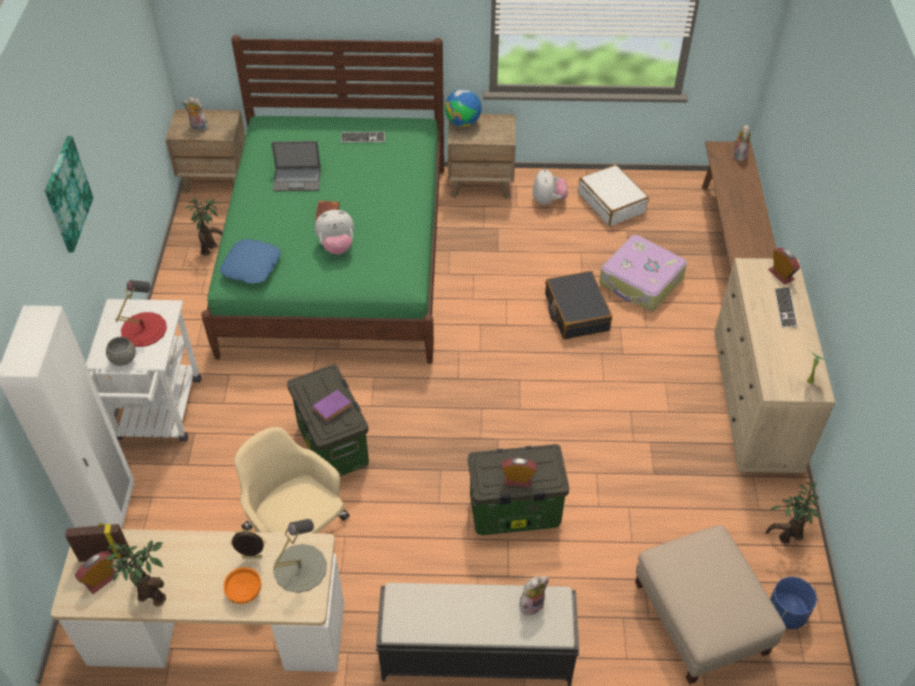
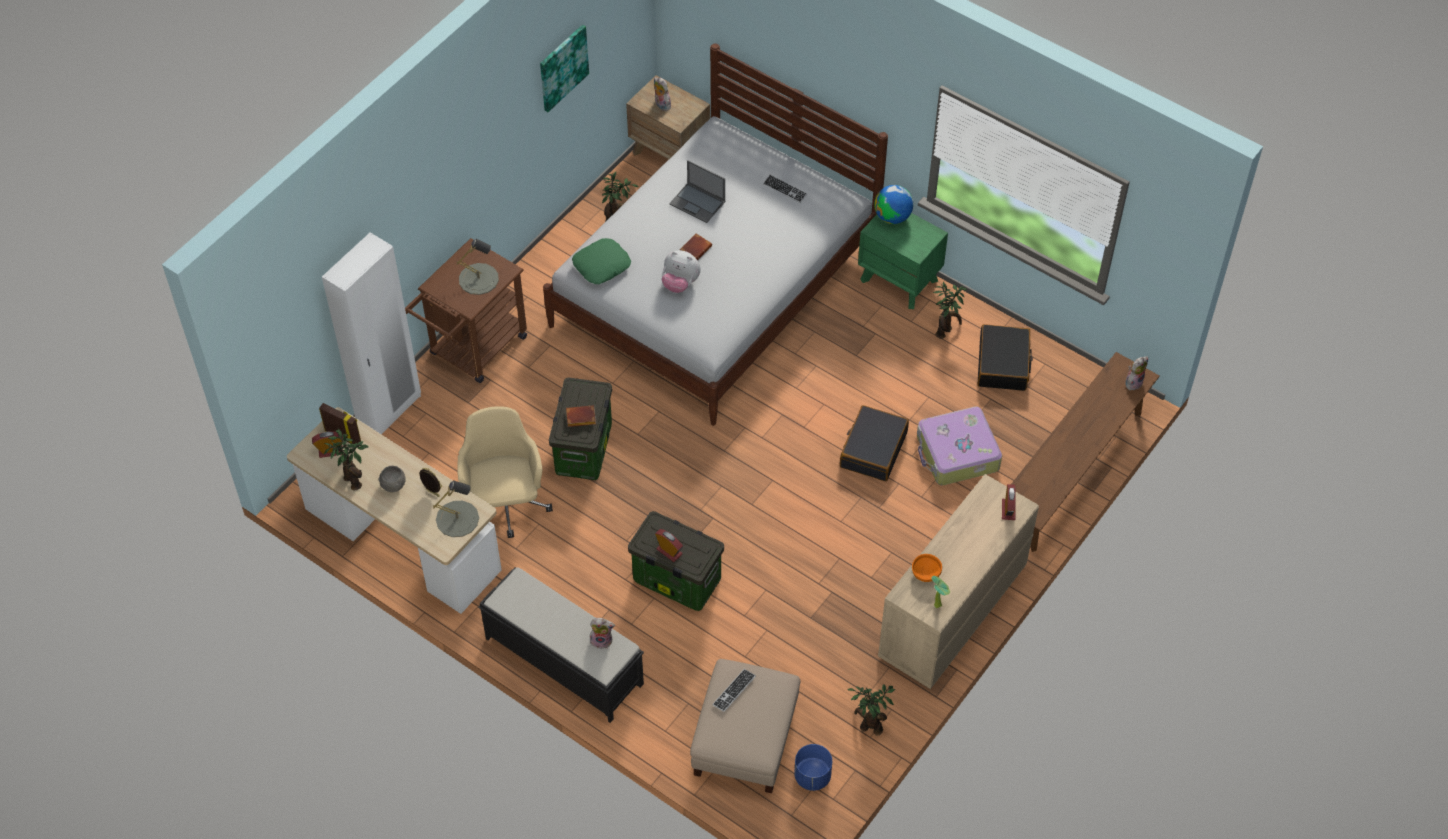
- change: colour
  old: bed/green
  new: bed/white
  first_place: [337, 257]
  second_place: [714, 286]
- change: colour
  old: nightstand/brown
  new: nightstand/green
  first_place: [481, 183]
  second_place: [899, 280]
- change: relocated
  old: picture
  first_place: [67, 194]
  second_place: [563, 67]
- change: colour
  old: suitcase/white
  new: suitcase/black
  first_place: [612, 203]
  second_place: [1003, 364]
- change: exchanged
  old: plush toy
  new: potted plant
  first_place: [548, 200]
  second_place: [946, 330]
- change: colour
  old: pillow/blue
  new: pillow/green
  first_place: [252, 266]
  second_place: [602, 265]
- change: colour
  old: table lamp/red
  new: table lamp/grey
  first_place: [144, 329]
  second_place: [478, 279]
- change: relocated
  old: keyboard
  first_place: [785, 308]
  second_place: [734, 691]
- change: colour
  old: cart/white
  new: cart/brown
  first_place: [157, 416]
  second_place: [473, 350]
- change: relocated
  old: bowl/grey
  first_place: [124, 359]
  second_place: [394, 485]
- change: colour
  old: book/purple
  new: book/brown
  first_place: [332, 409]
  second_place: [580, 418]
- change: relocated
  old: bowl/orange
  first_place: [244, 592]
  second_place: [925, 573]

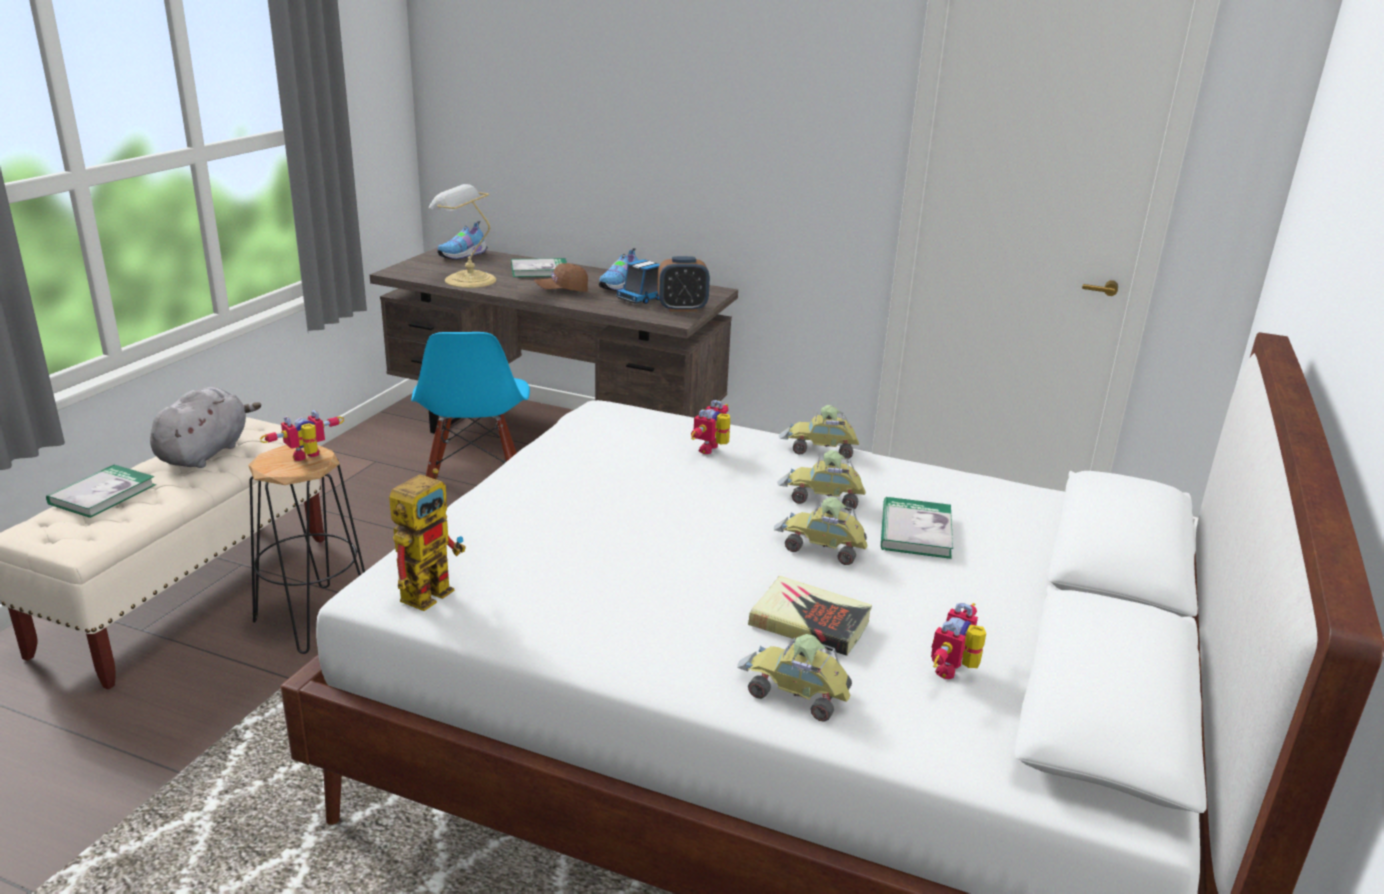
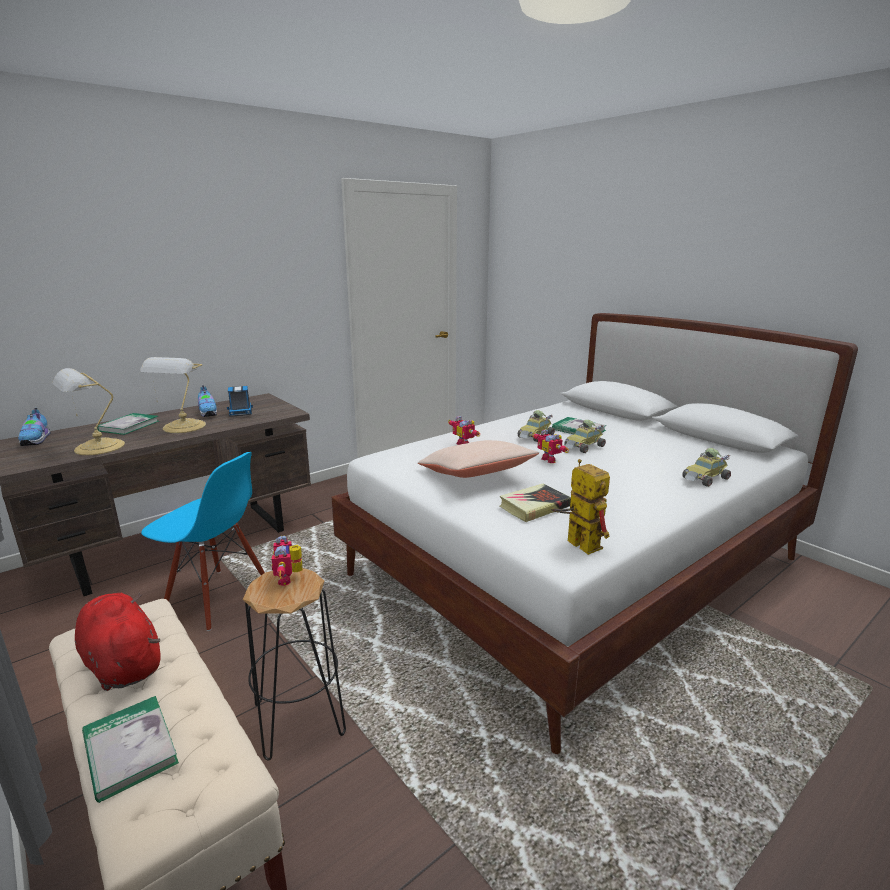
- change: missing
  old: alarm clock
  first_place: [682, 308]
- change: exchanged
  old: cap/brown
  new: table lamp
  first_place: [562, 290]
  second_place: [183, 427]
- change: colour
  old: plush toy/grey
  new: plush toy/red
  first_place: [205, 452]
  second_place: [122, 663]
- change: missing
  old: toy car
  first_place: [820, 449]
- change: relocated
  old: book
  first_place: [809, 623]
  second_place: [534, 506]
- change: relocated
  old: toy robot
  first_place: [955, 671]
  second_place: [551, 459]
- change: appeared
  new: pillow/beige
  second_place: [476, 475]

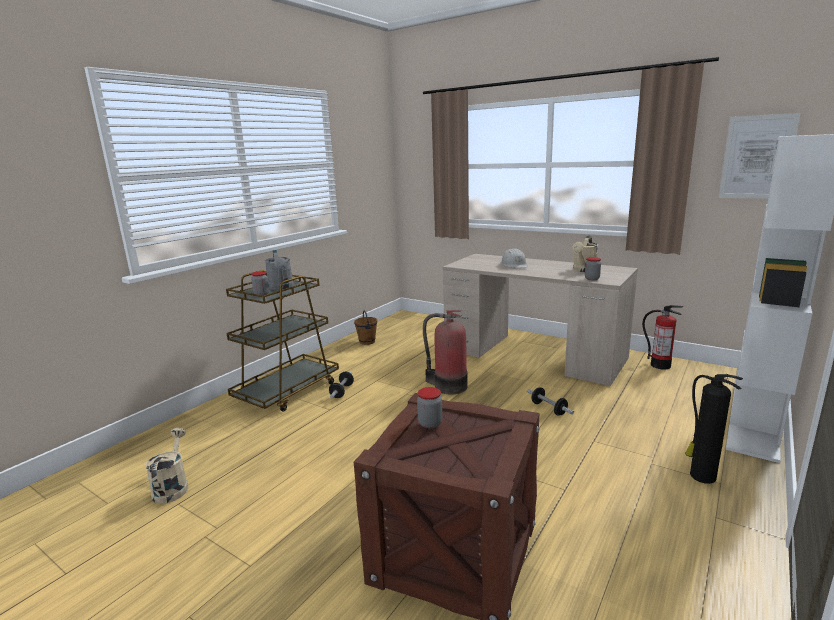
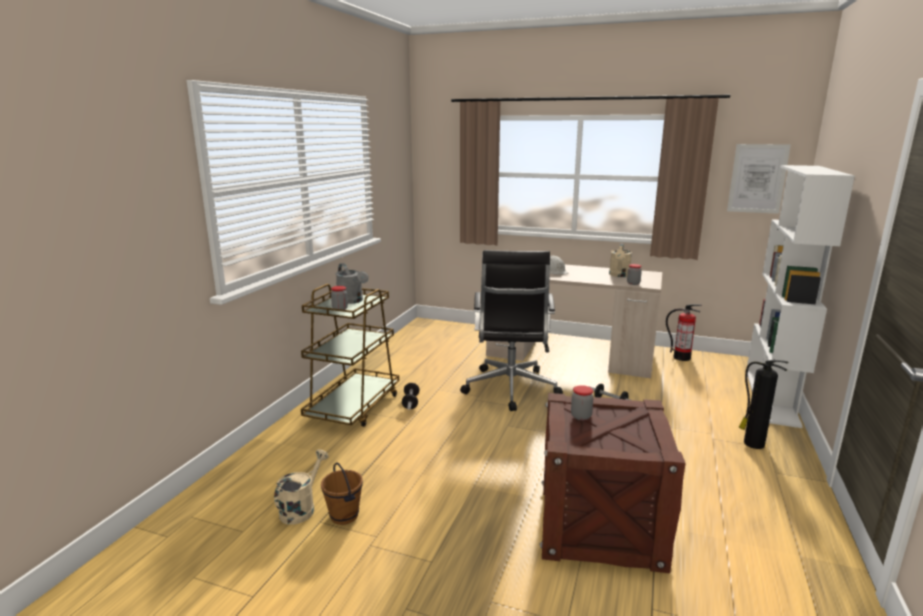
- change: relocated
  old: bucket/brown
  first_place: [367, 342]
  second_place: [345, 516]
- change: exchanged
  old: fire extinguisher
  new: office chair/black
  first_place: [448, 386]
  second_place: [510, 389]
- change: spun
  old: watering can/beige
  first_place: [172, 487]
  second_place: [301, 508]
  degrees: 45

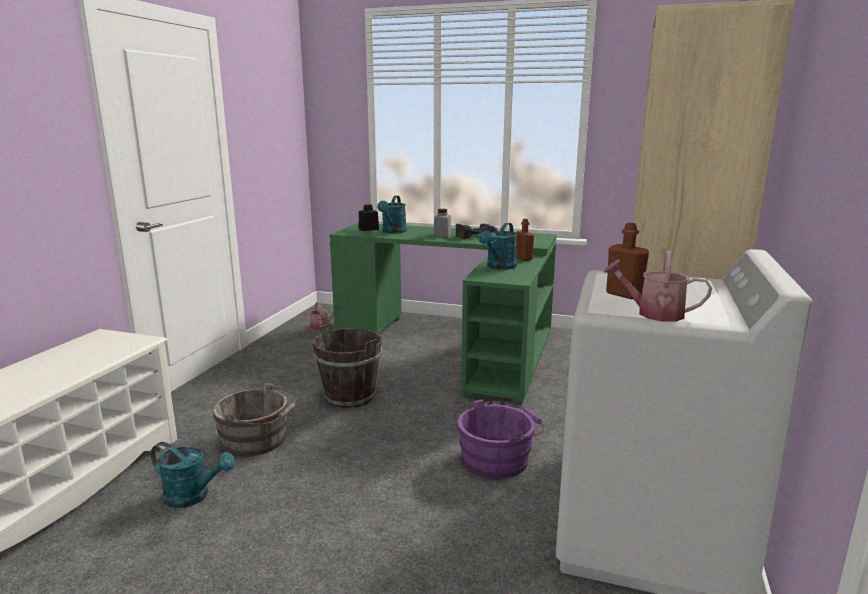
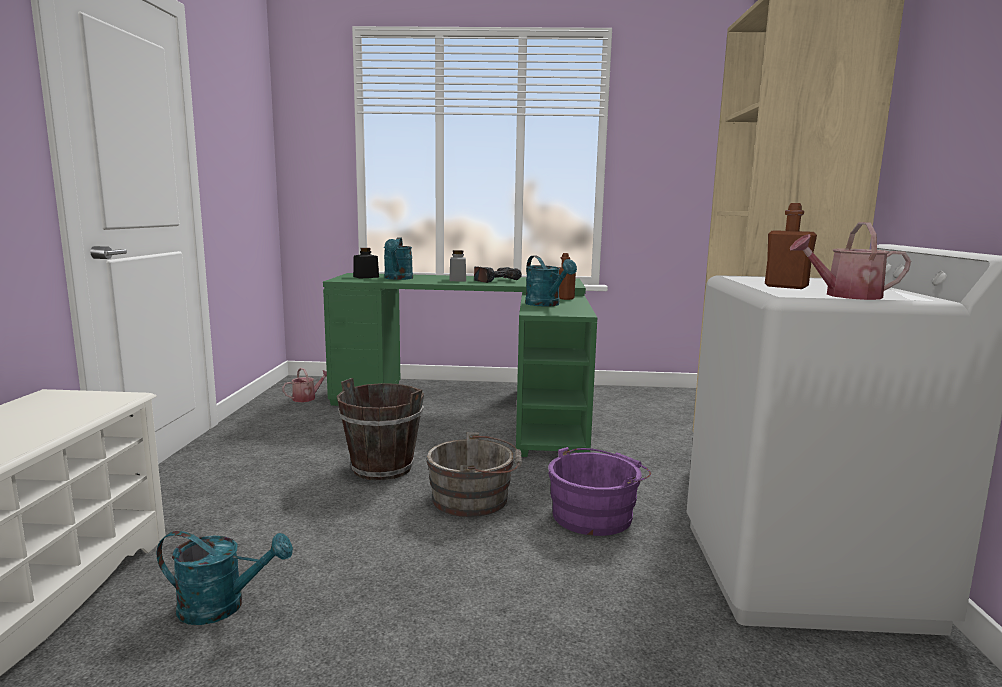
- change: spun
  old: watering can/turquoise
  first_place: [499, 267]
  second_place: [546, 304]
  degrees: -45
- change: relocated
  old: bucket/grey
  first_place: [258, 440]
  second_place: [475, 499]

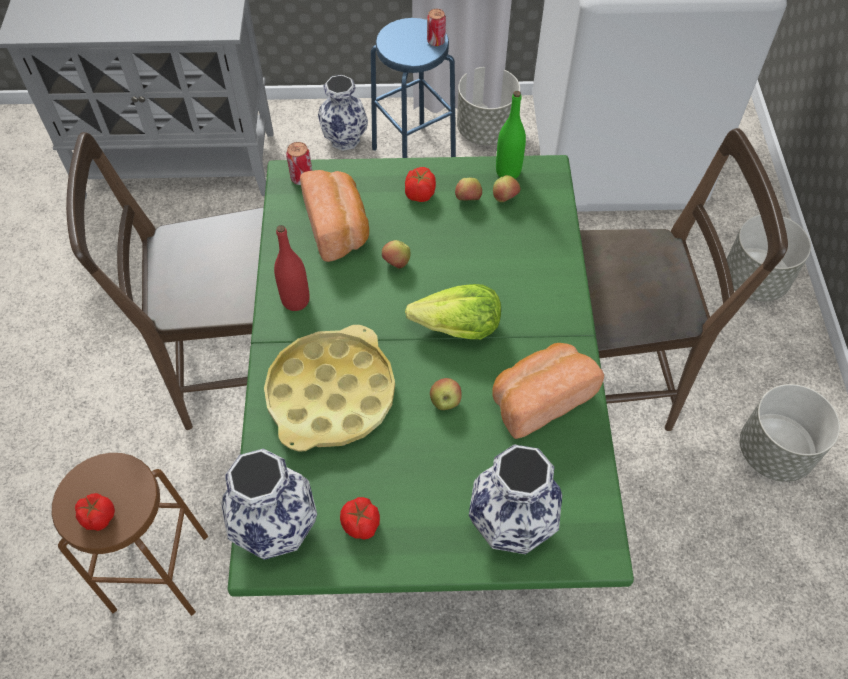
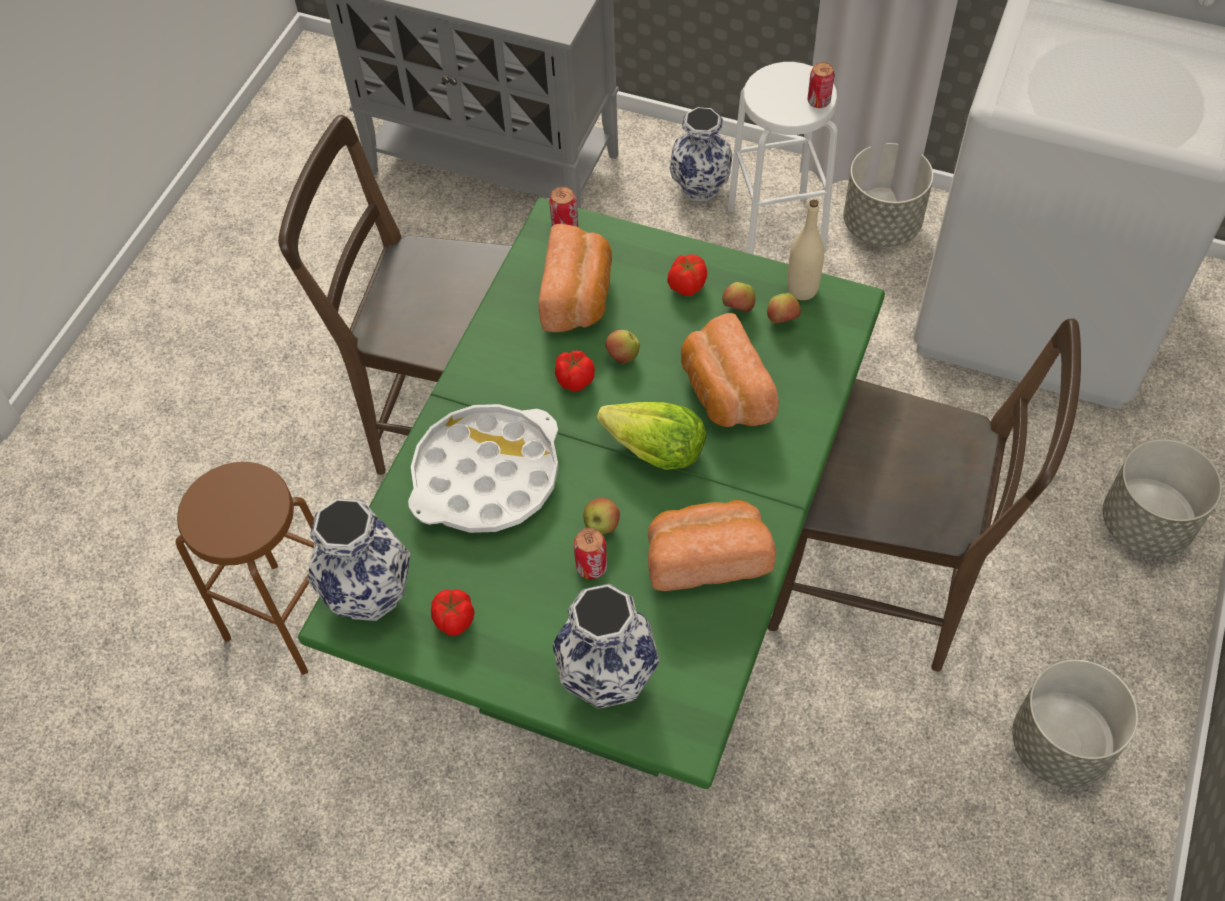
- change: colour
  old: stool/blue
  new: stool/white
  first_place: [414, 154]
  second_place: [776, 230]
- change: colour
  old: bottle/green
  new: bottle/beige
  first_place: [508, 171]
  second_place: [802, 289]
- change: missing
  old: bottle/red
  first_place: [295, 300]
- change: colour
  old: tray/yellow
  new: tray/white
  first_place: [331, 394]
  second_place: [486, 476]
- change: relocated
  old: tomato
  first_place: [98, 517]
  second_place: [574, 379]
- change: appeared
  new: bread
  second_place: [723, 392]
- change: appeared
  new: can
  second_place: [591, 567]

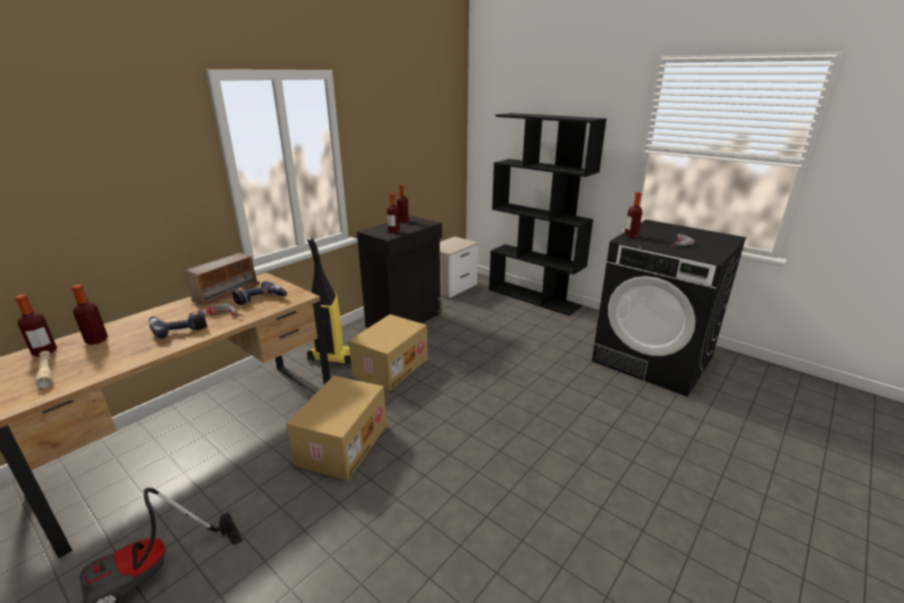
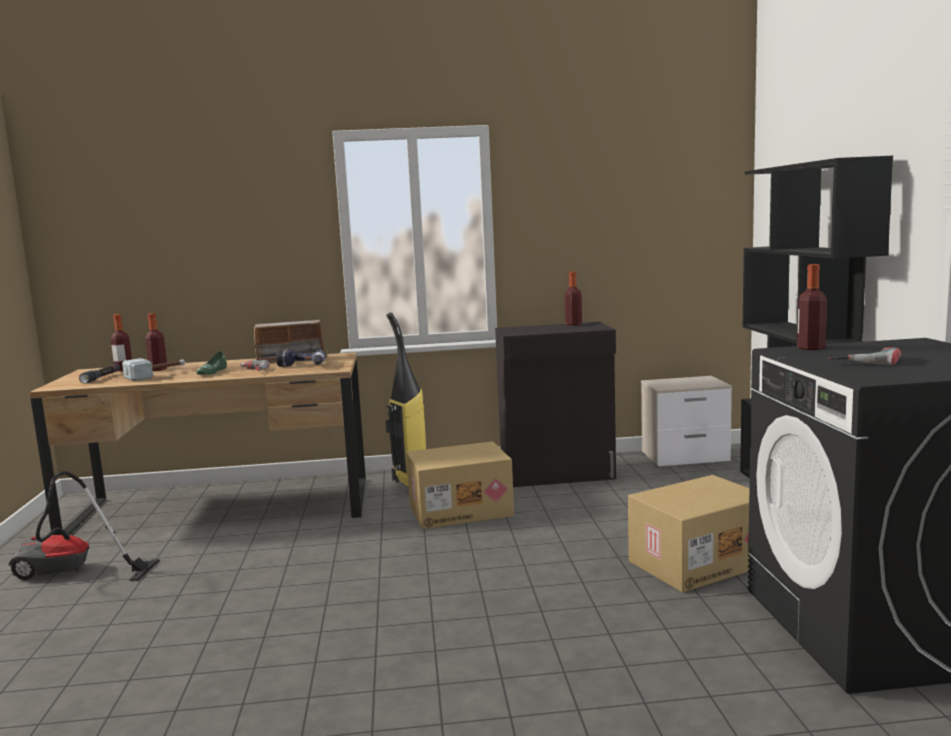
- change: missing
  old: bottle
  first_place: [394, 231]
- change: exchanged
  old: power drill
  new: shoe/green
  first_place: [179, 328]
  second_place: [211, 372]
- change: colour
  old: flashlight/beige
  new: flashlight/black
  first_place: [46, 372]
  second_place: [101, 378]
- change: relocated
  old: cardboard box
  first_place: [341, 444]
  second_place: [697, 562]
- change: appeared
  new: hammer
  second_place: [156, 375]

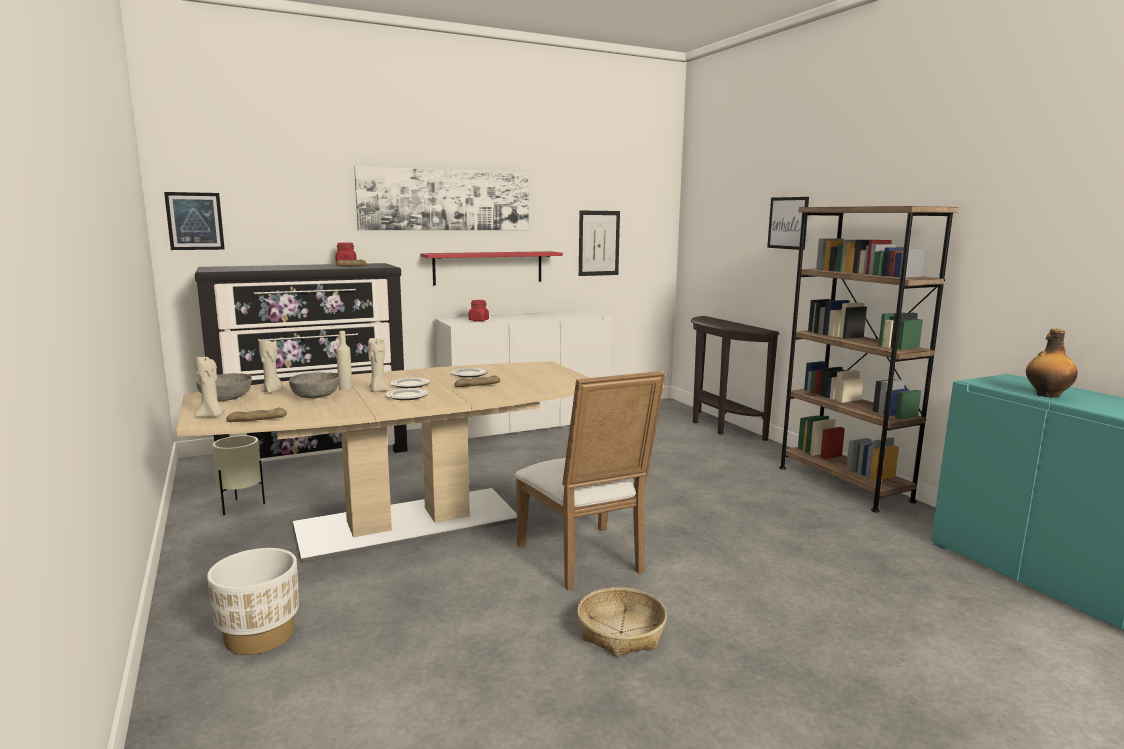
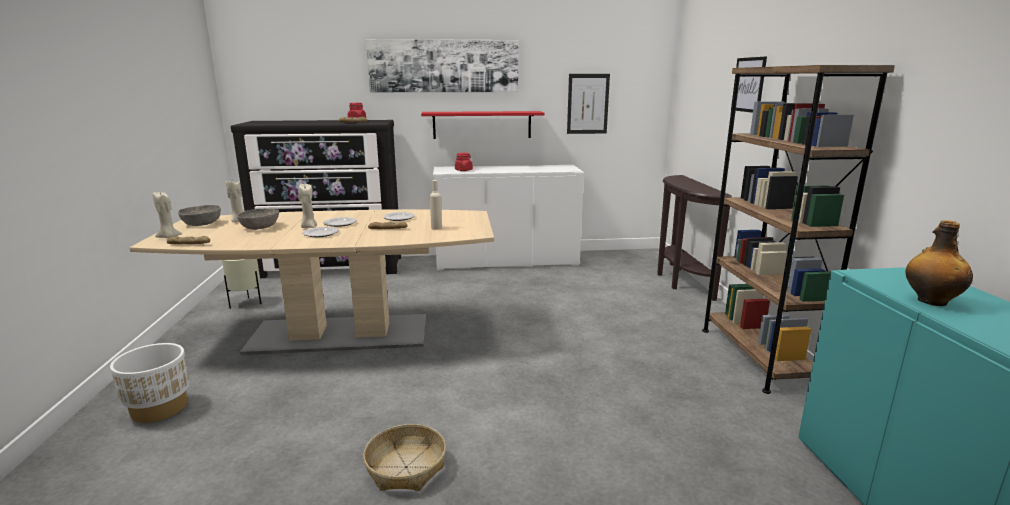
- change: missing
  old: picture
  first_place: [195, 221]
- change: relocated
  old: bottle/beige
  first_place: [345, 388]
  second_place: [436, 228]
- change: missing
  old: chair/white
  first_place: [585, 560]

